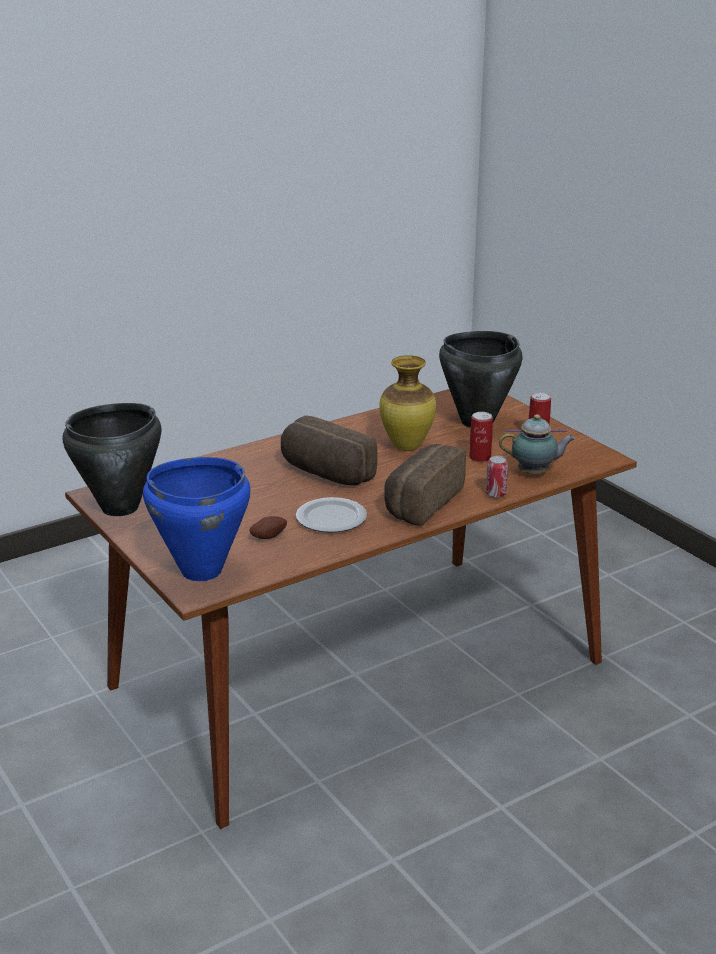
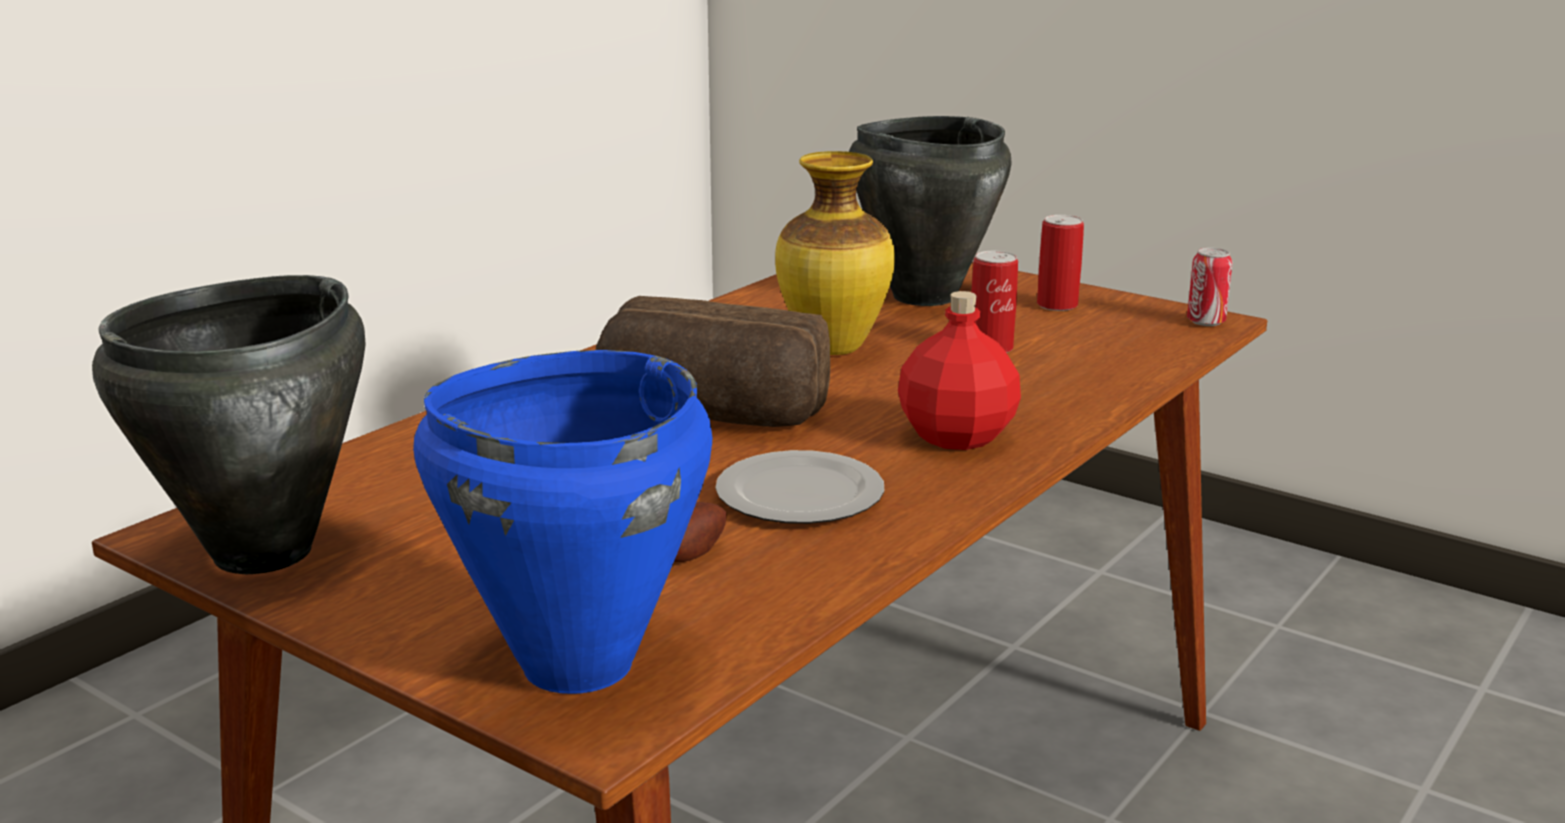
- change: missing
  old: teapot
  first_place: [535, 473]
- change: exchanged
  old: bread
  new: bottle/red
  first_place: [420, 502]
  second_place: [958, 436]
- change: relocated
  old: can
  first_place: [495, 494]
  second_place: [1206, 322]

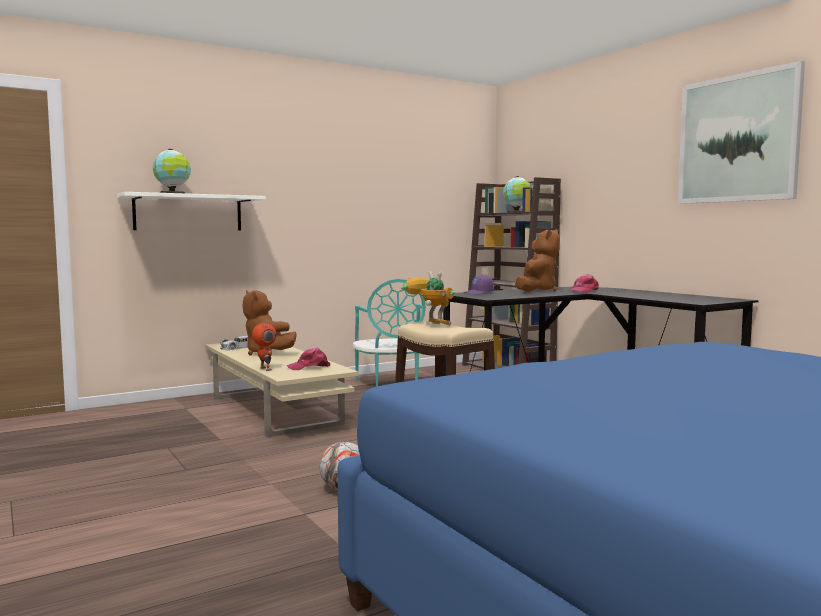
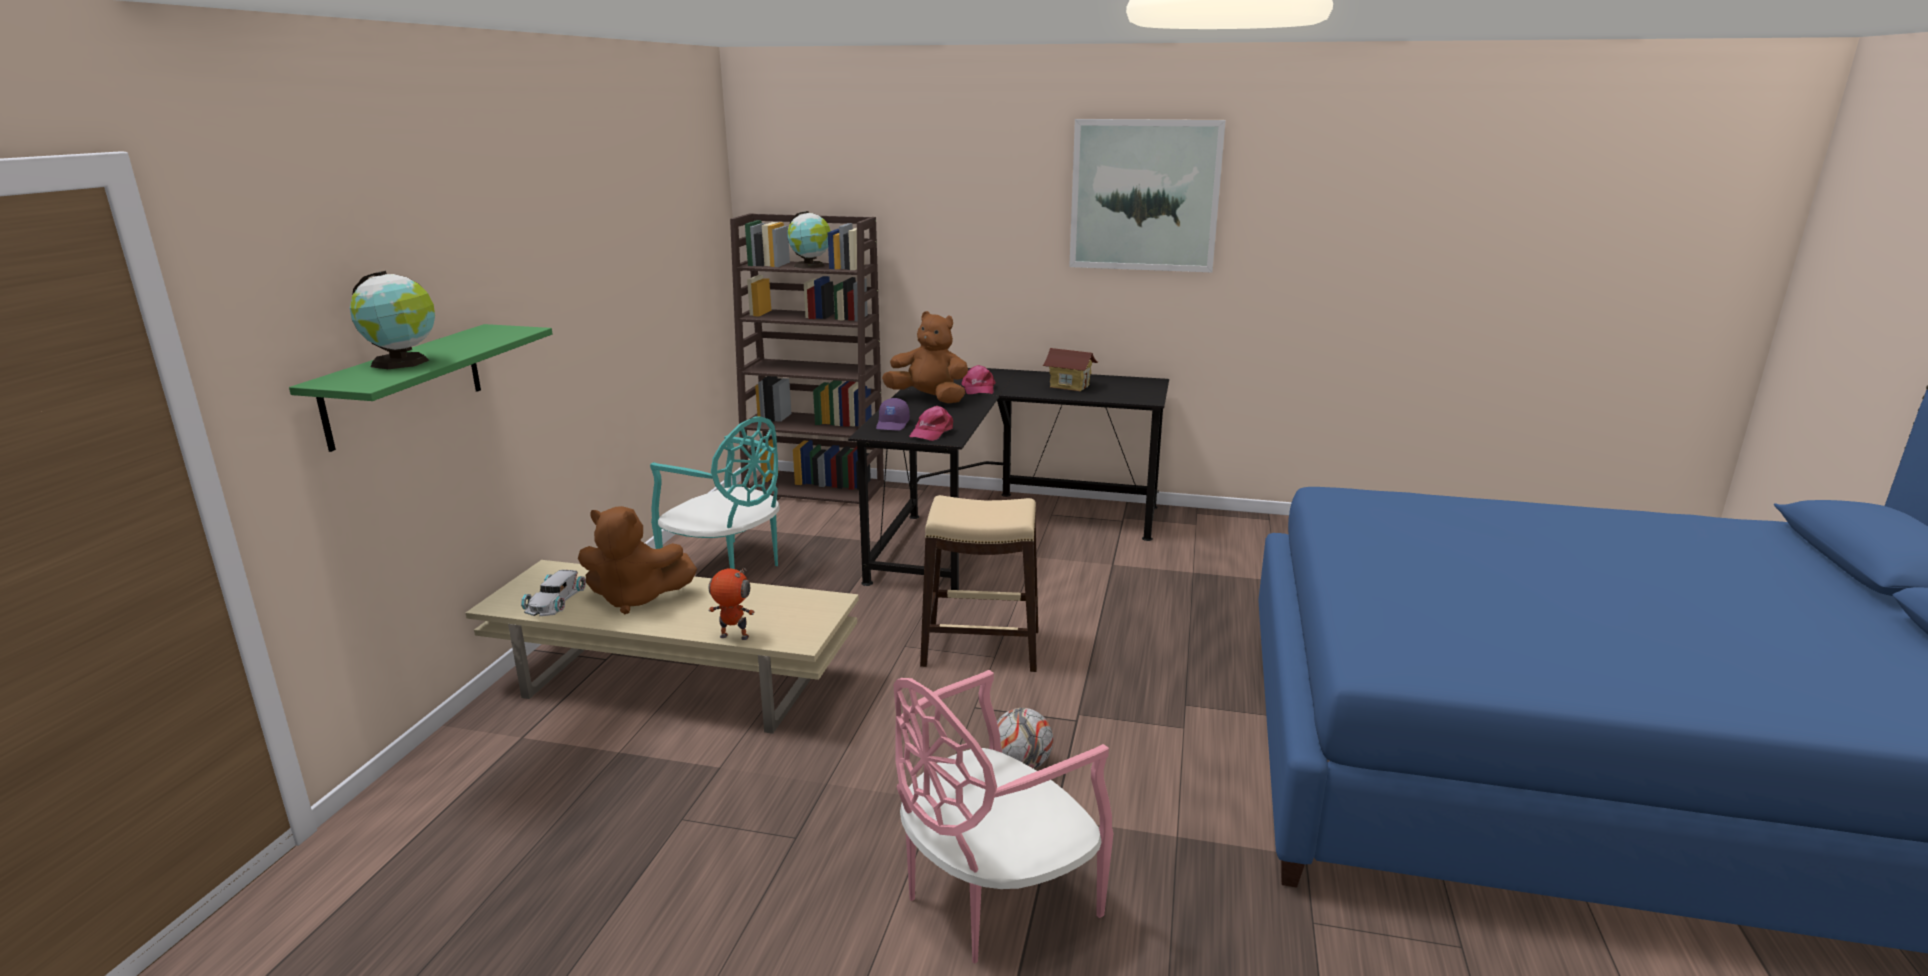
- change: colour
  old: shelf/white
  new: shelf/green
  first_place: [188, 213]
  second_place: [404, 385]
- change: spun
  old: plush toy/brown
  first_place: [536, 290]
  second_place: [929, 399]
  degrees: -45
- change: missing
  old: toy robot
  first_place: [429, 325]
- change: relocated
  old: cap/pink
  first_place: [309, 367]
  second_place: [932, 432]
- change: appeared
  new: toy house
  second_place: [1069, 386]
- change: appeared
  new: chair/pink
  second_place: [992, 898]

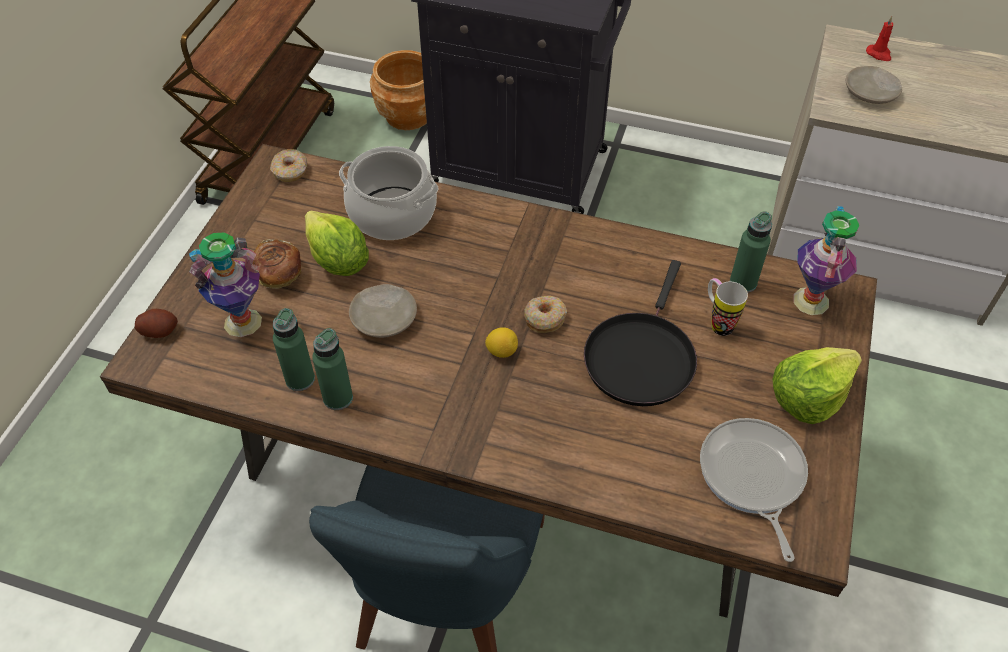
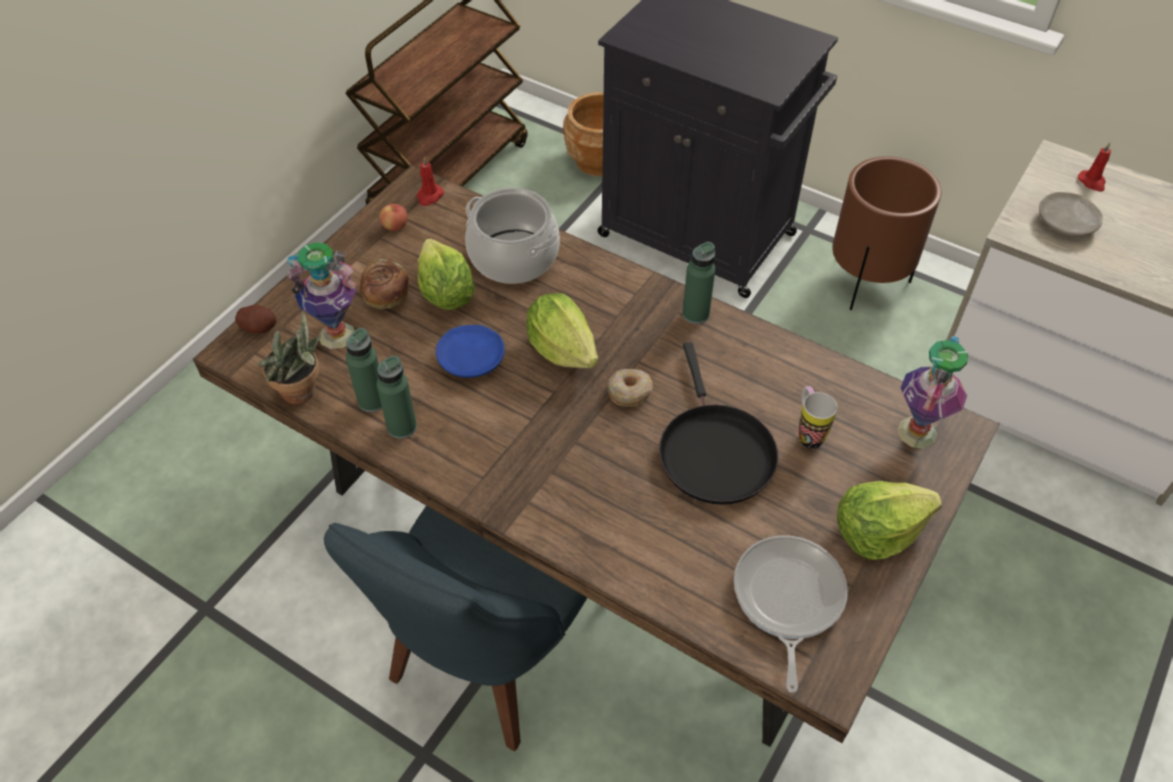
- change: exchanged
  old: donut
  new: candle/red
  first_place: [290, 171]
  second_place: [429, 196]
- change: relocated
  old: bottle/green
  first_place: [743, 282]
  second_place: [695, 314]
- change: spun
  old: frying pan/black
  first_place: [640, 357]
  second_place: [714, 451]
  degrees: -45
- change: colour
  old: plate/beige
  new: plate/blue
  first_place: [384, 318]
  second_place: [472, 358]
- change: missing
  old: lemon
  first_place: [501, 351]
- change: appeared
  new: planter/brown
  second_place: [867, 282]
- change: appeared
  new: apple
  second_place: [395, 226]
- change: appeared
  new: lettuce
  second_place: [562, 349]
- change: appeared
  new: potted plant
  second_place: [304, 393]

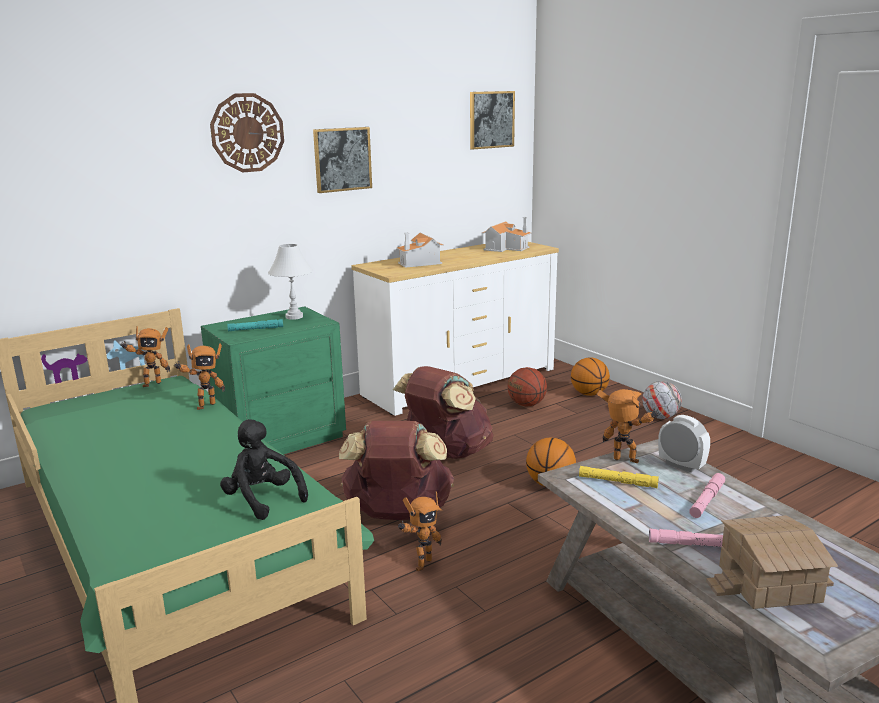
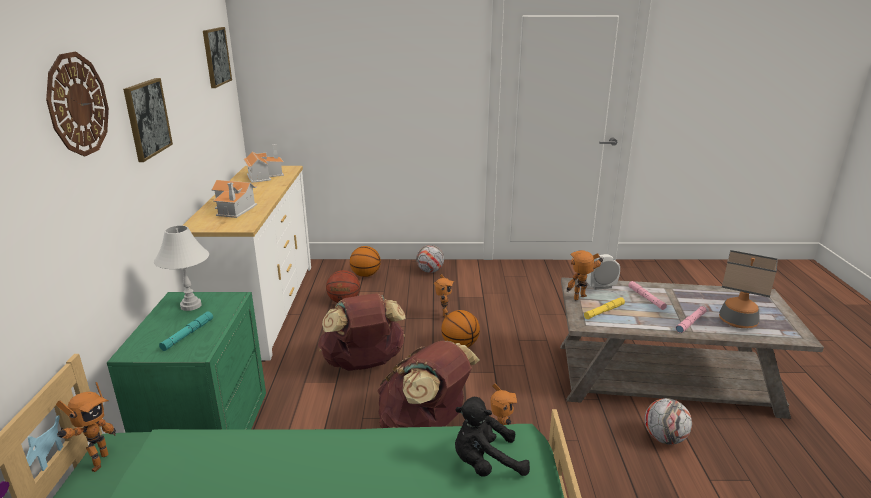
- change: relocated
  old: toy robot
  first_place: [204, 405]
  second_place: [443, 319]
- change: exchanged
  old: toy house
  new: table lamp
  first_place: [768, 582]
  second_place: [737, 321]
- change: appeared
  new: football
  second_place: [664, 438]

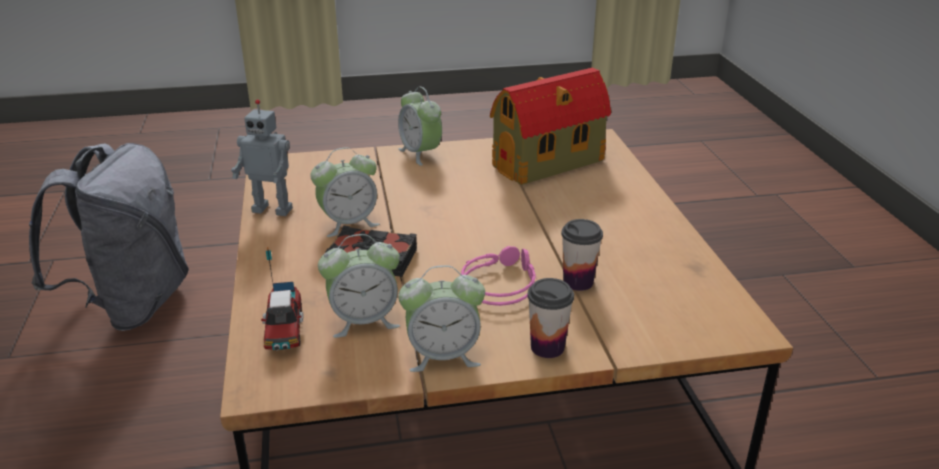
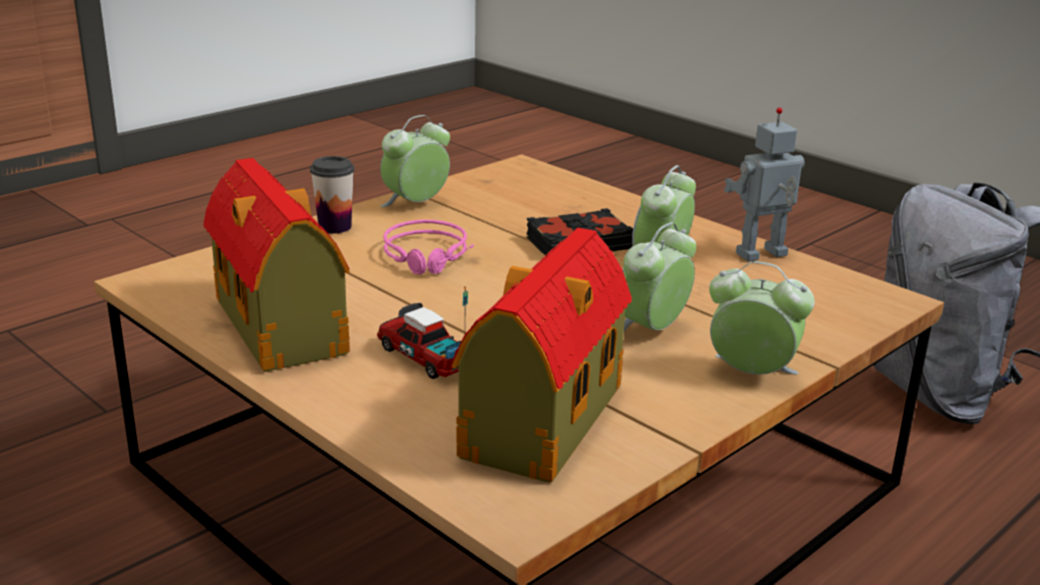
- change: missing
  old: cup
  first_place: [578, 282]
- change: relocated
  old: alarm clock
  first_place: [364, 321]
  second_place: [651, 331]
- change: relocated
  old: toy truck
  first_place: [284, 329]
  second_place: [424, 358]
- change: appeared
  new: toy house
  second_place: [281, 328]

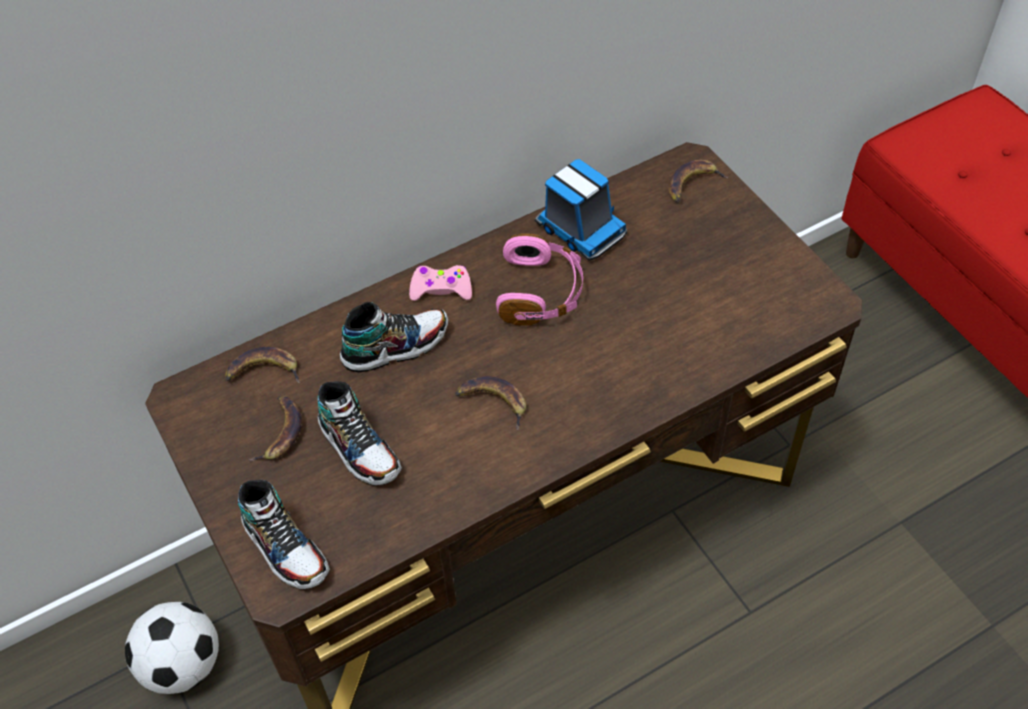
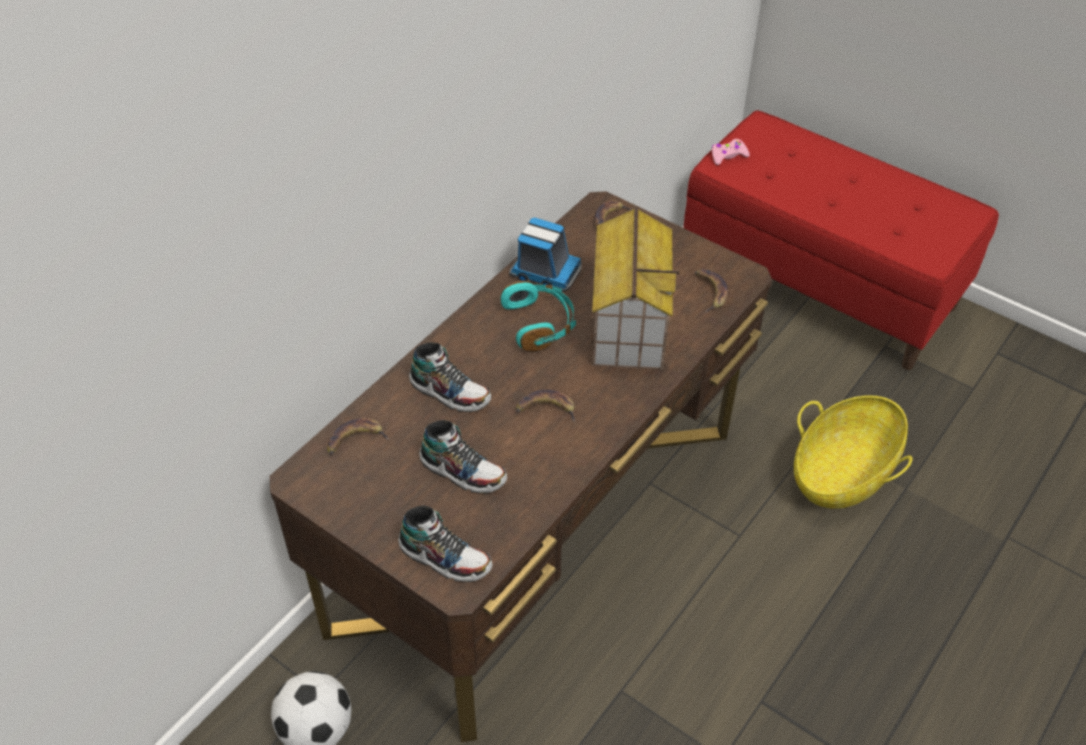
- change: colour
  old: headphones/pink
  new: headphones/turquoise
  first_place: [541, 292]
  second_place: [540, 324]
- change: relocated
  old: game controller/pink
  first_place: [441, 289]
  second_place: [728, 156]
- change: spun
  old: shoe
  first_place: [395, 346]
  second_place: [450, 392]
  degrees: 75
- change: relocated
  old: banana
  first_place: [280, 432]
  second_place: [710, 292]
- change: appeared
  new: toy house
  second_place: [627, 324]
- change: appeared
  new: basket
  second_place: [843, 472]

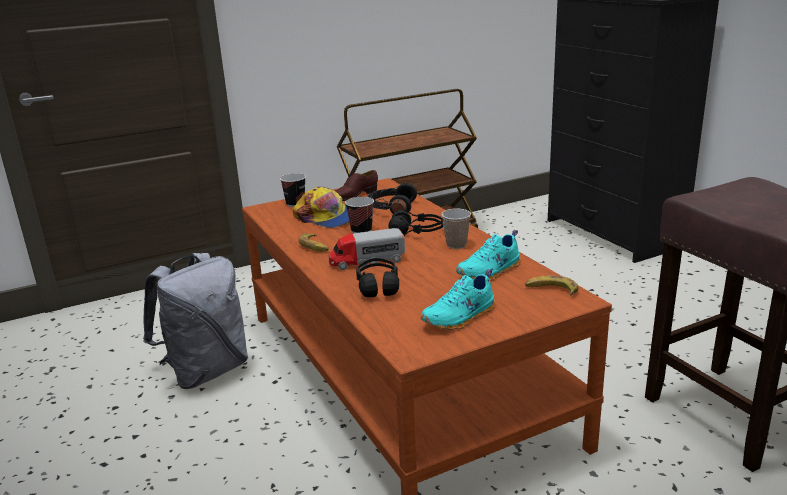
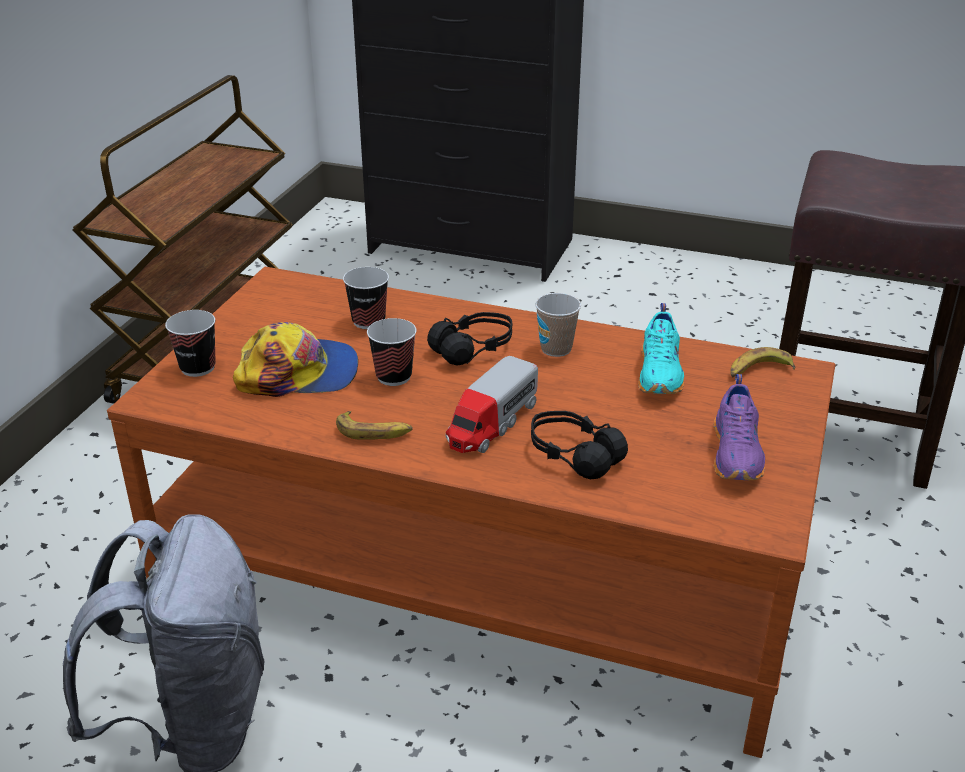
- change: missing
  old: shoe/brown
  first_place: [354, 195]
- change: exchanged
  old: headphones/black
  new: cup
  first_place: [391, 208]
  second_place: [368, 321]
- change: colour
  old: shoe/turquoise
  new: shoe/purple
  first_place: [460, 318]
  second_place: [737, 454]

